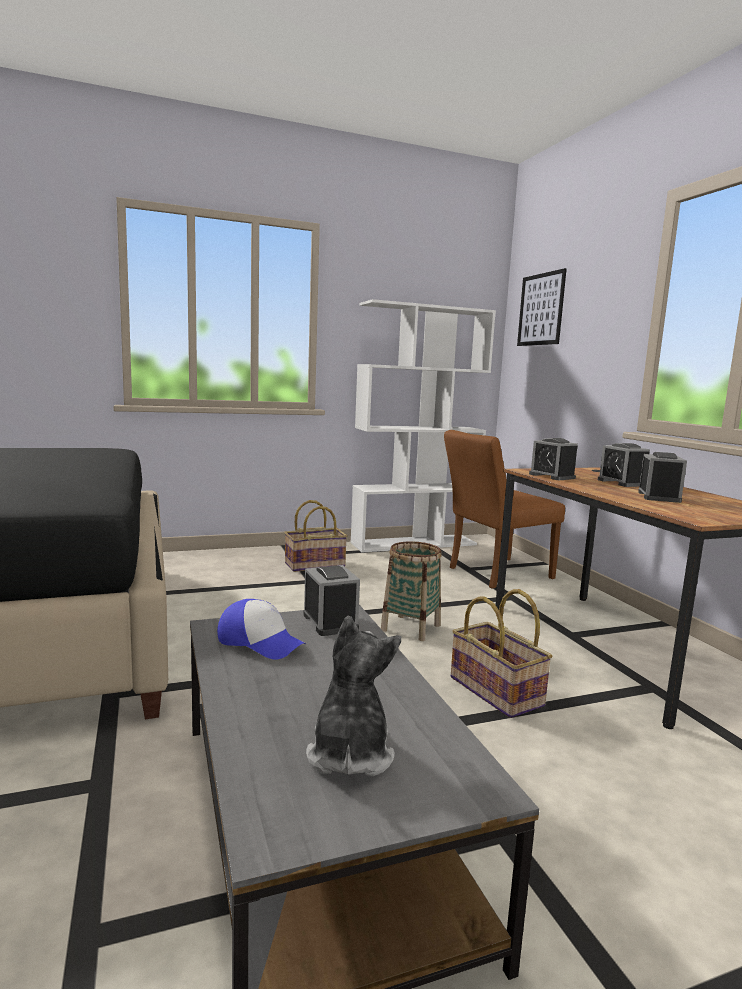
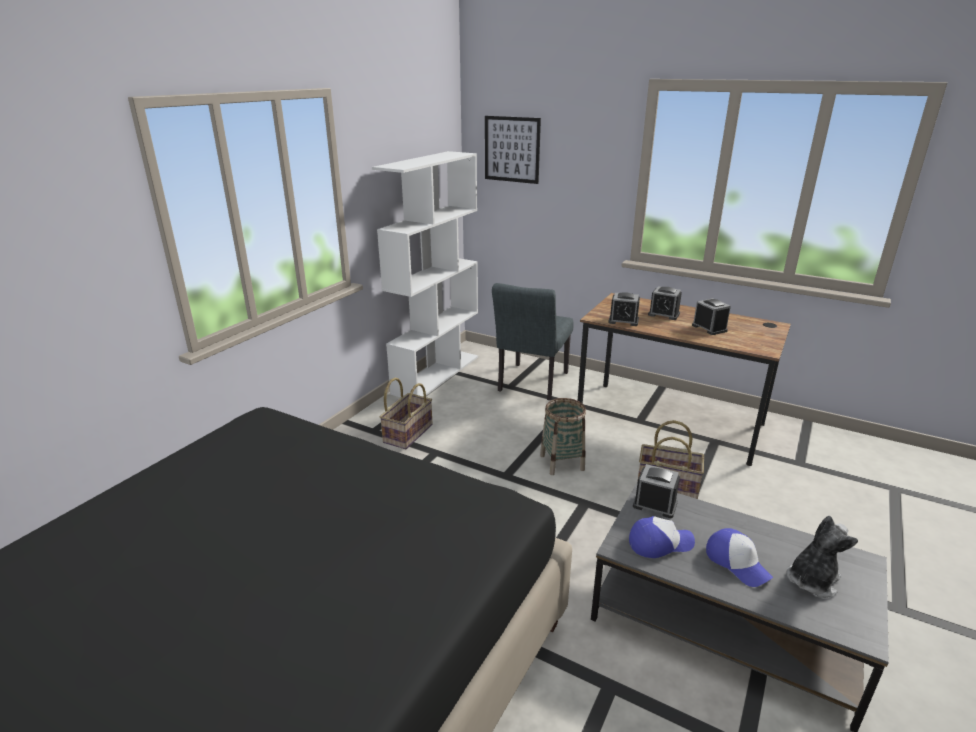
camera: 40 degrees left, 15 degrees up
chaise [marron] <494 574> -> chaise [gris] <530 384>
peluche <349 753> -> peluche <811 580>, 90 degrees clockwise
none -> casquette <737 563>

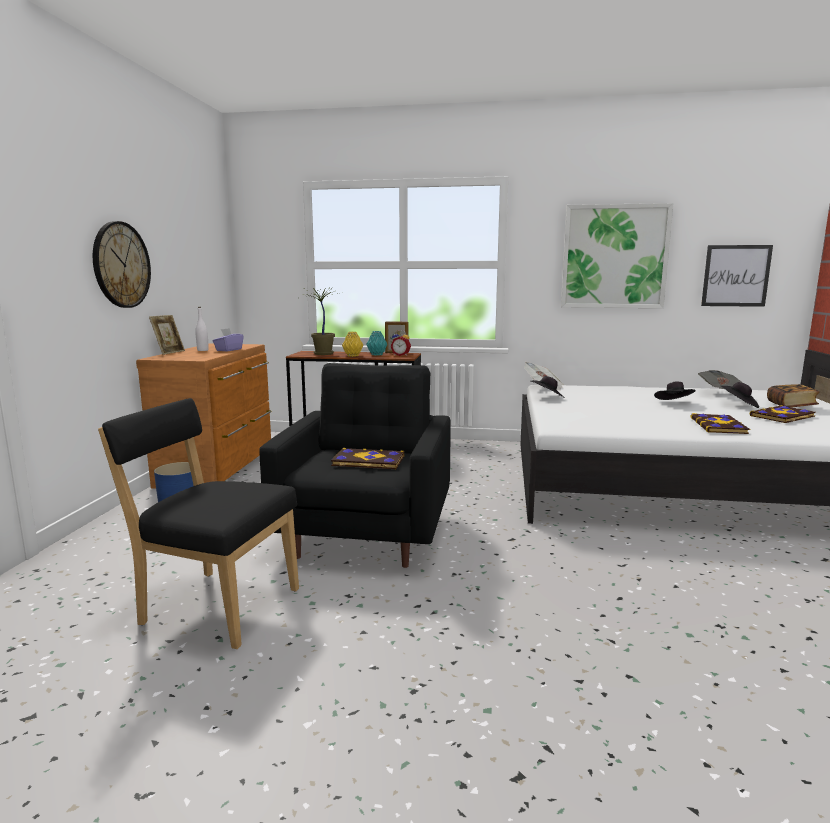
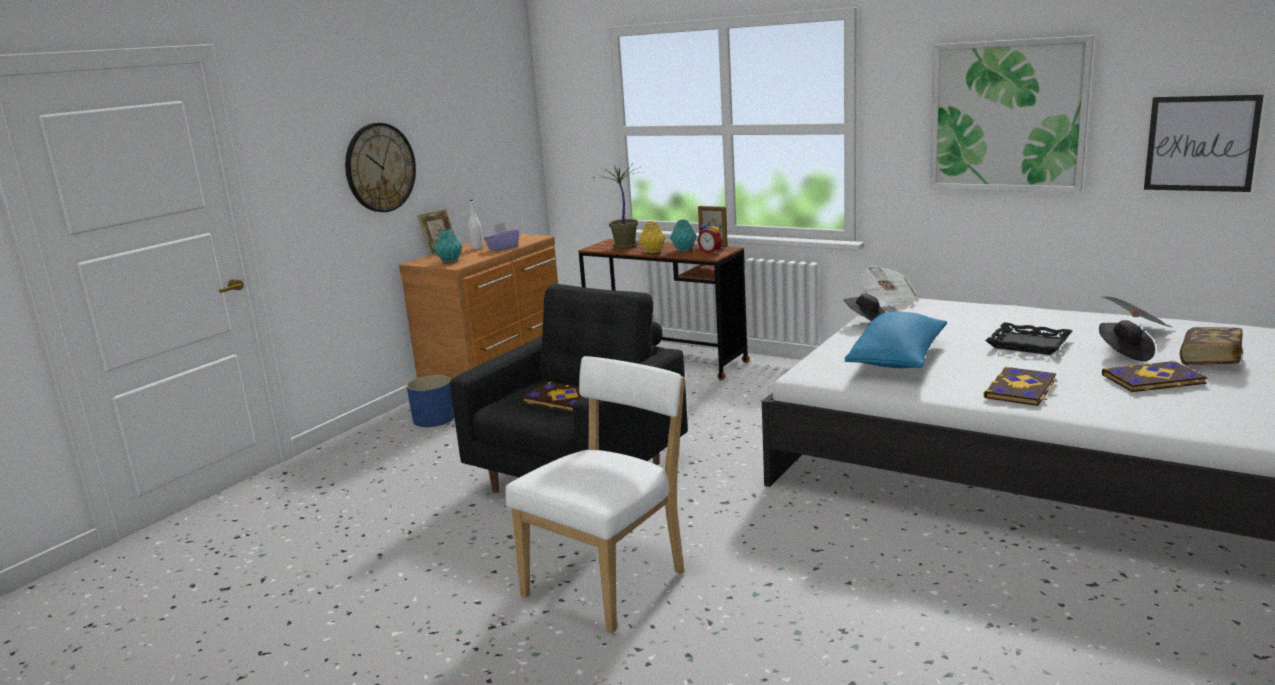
camera: 25 degrees right, 5 degrees up
chapeau [noir] <674 403> -> plateau [noir] <1029 344>
chaise [noir] <215 605> -> none
none -> vase [turquoise] <450 261>
none -> coussin [bleu] <897 360>
none -> chaise [blanc] <610 581>

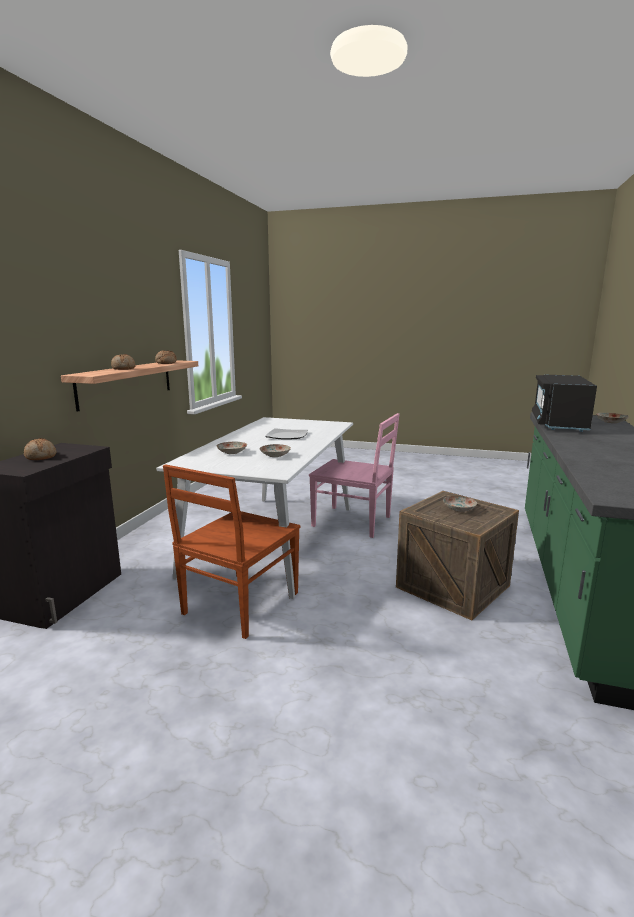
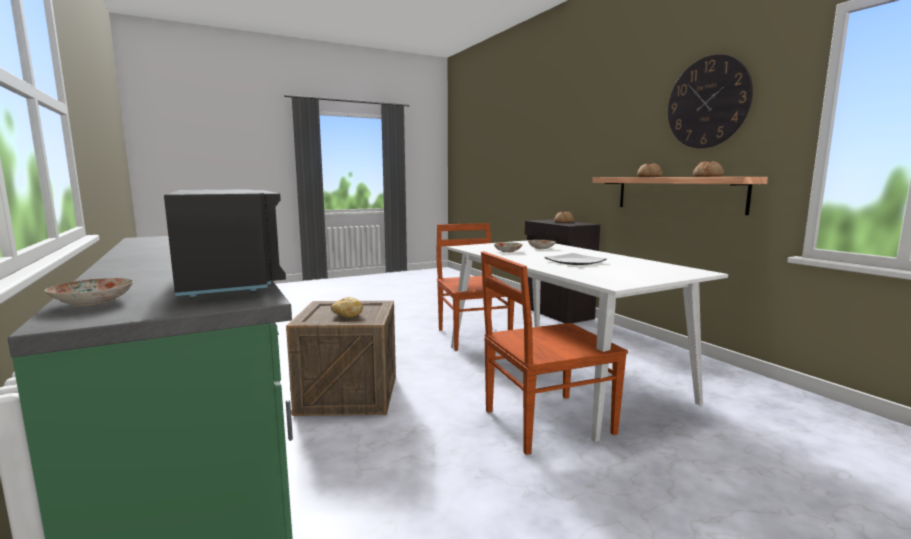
camera: 135 degrees right, 5 degrees down
chaise [rose] <353 522> -> chaise [marron] <545 422>
assiette <459 509> -> pain <347 315>
none -> horloge murale <707 102>

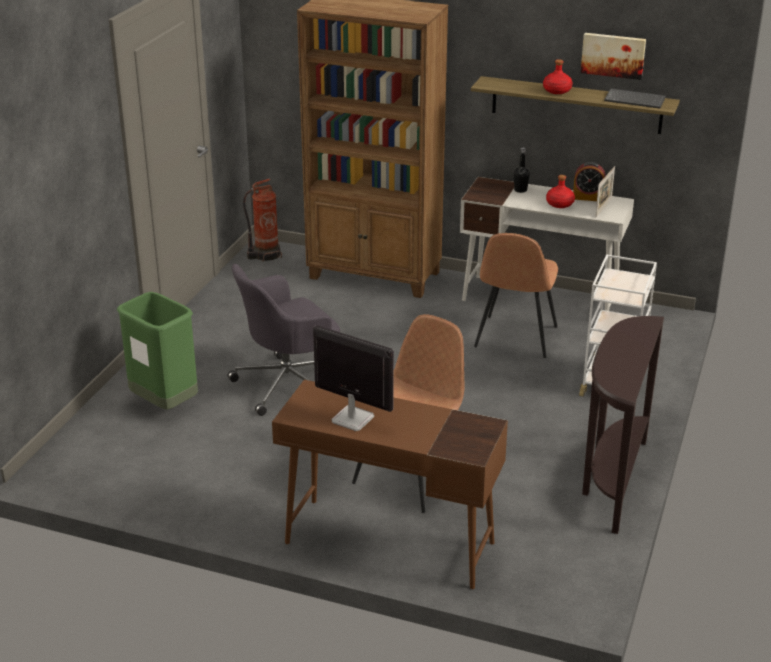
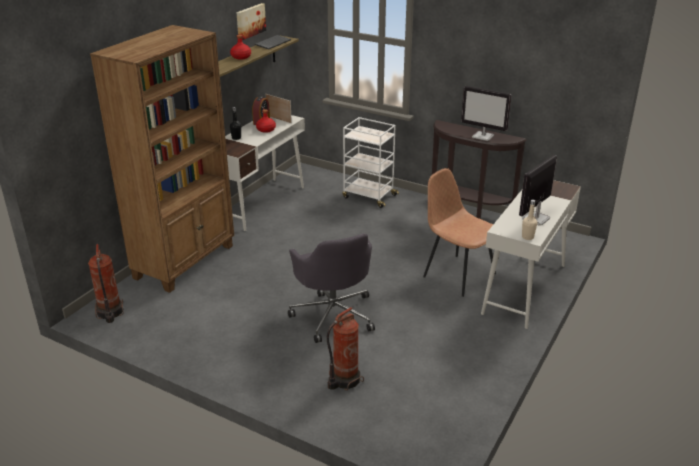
camera: 80 degrees left, 0 degrees up
chaise [marron] <515 338> -> none
poubelle [vert] <165 404> -> extincteur <344 380>
bureau [marron] <388 542> -> bureau [blanc] <524 289>
none -> écran d'ordinateur <483 136>
none -> bouteille [beige] <527 237>

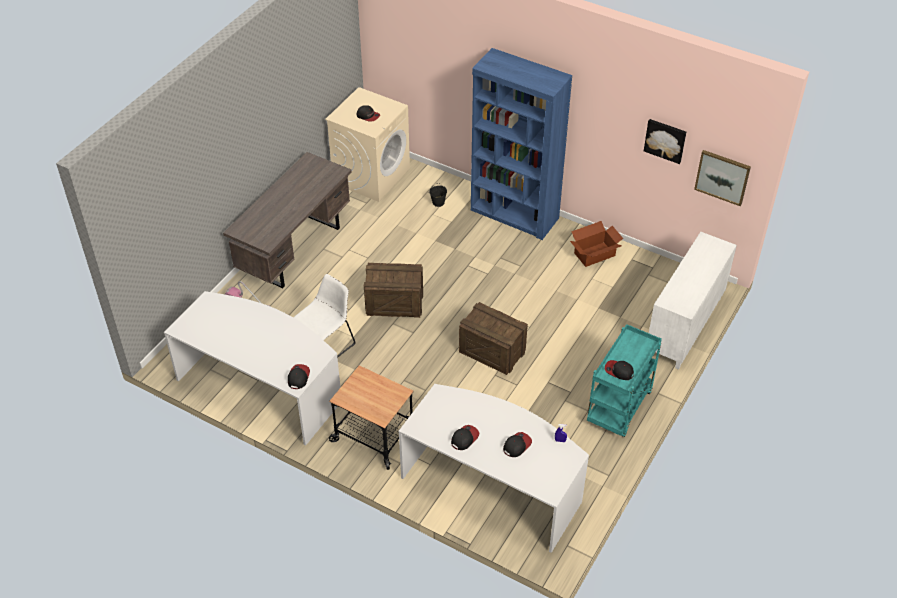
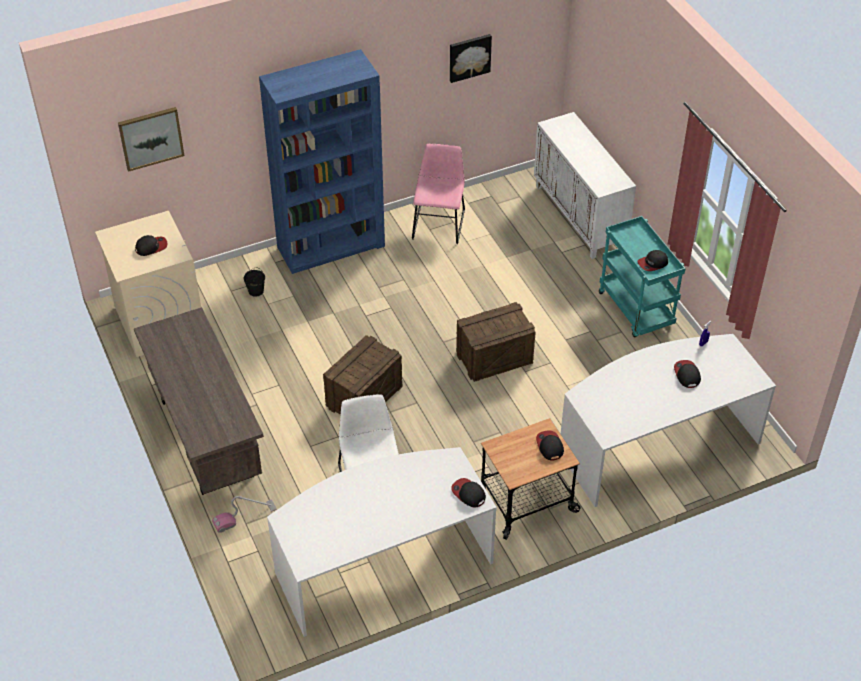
camera: 55 degrees left, 0 degrees up
tableau <722 177> -> tableau <151 138>, shifted
carton <595 254> -> chaise [rose] <439 222>
casquette <464 438> -> casquette <549 446>, shifted

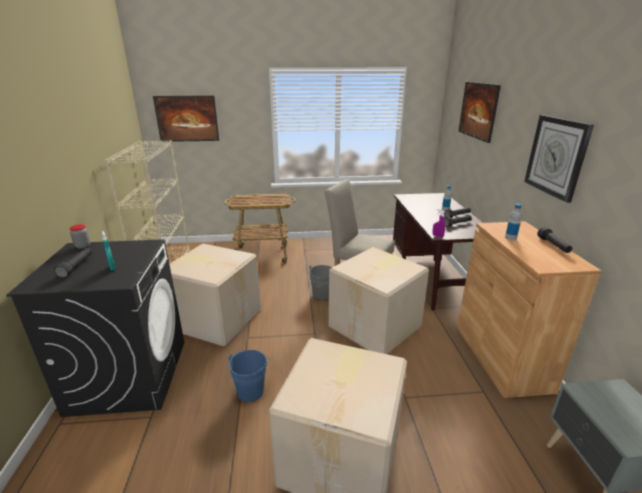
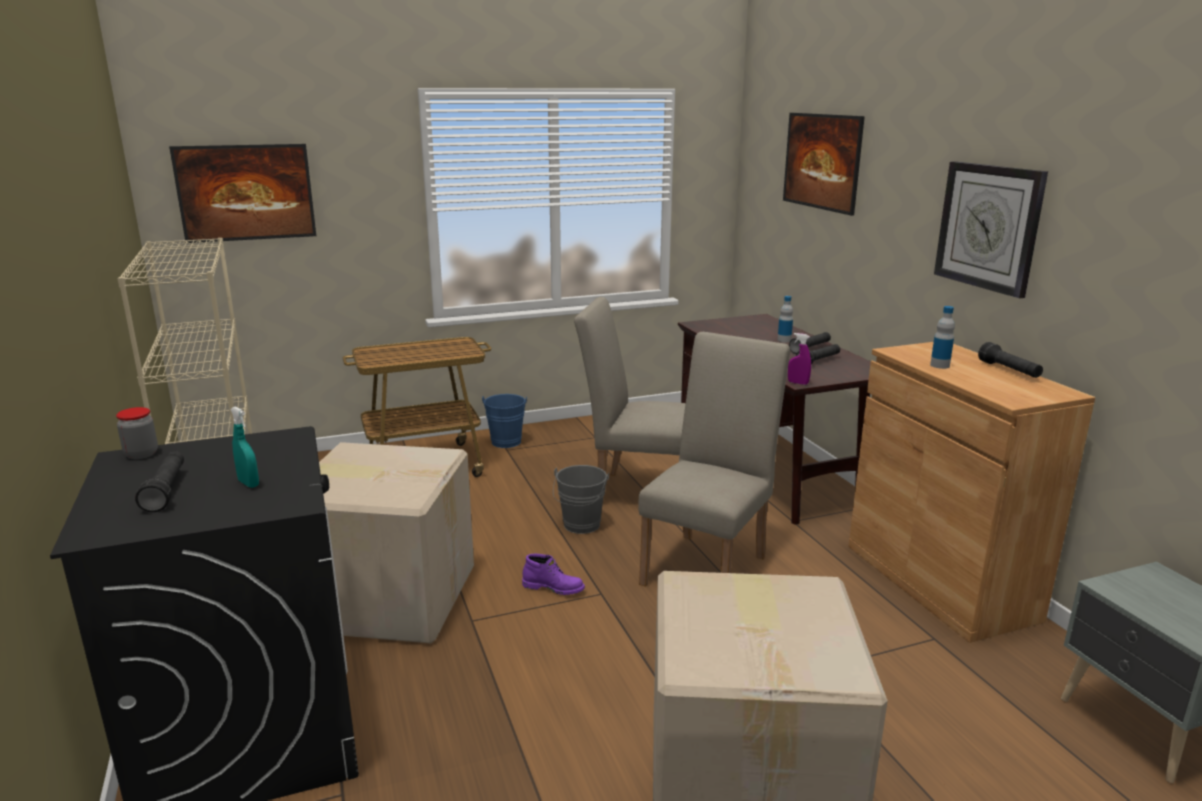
camera: 15 degrees left, 5 degrees down
carton <376 326> -> chaise [beige] <709 565>
seau [bleu] <252 389> -> seau [bleu] <506 440>, shifted
none -> botte [violet] <554 588>

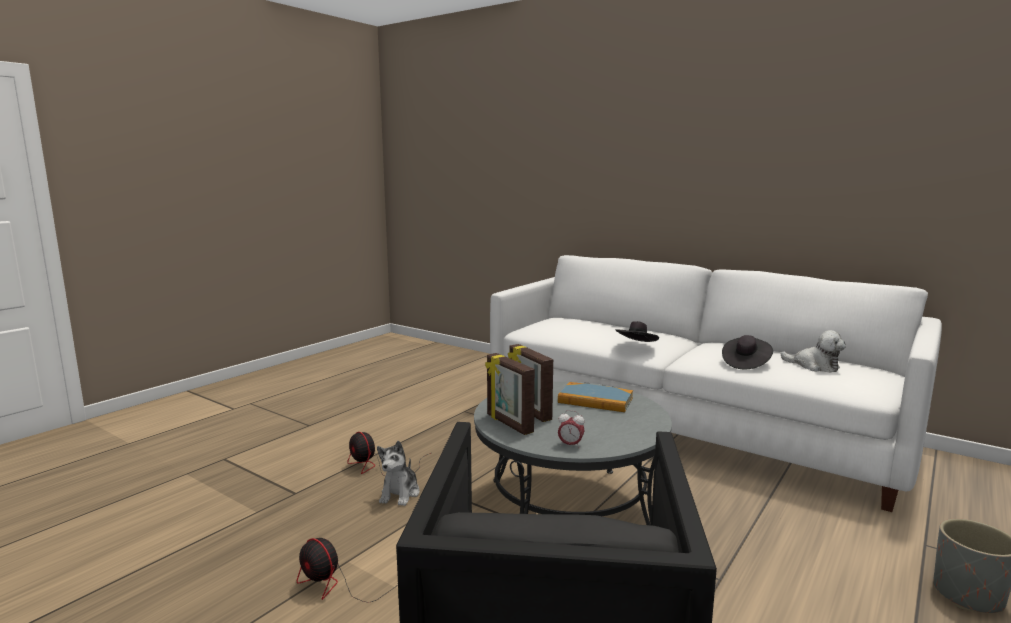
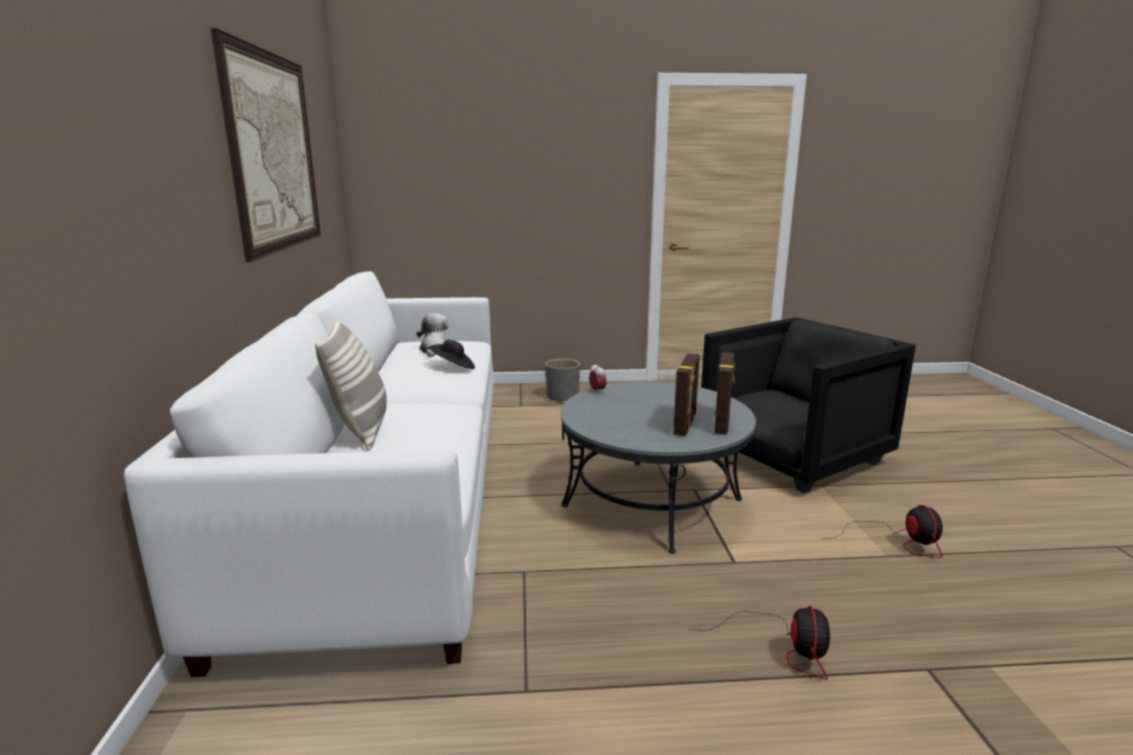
camera: 130 degrees left, 5 degrees up
chapeau [noir] <636 346> -> none
livre <595 400> -> none
réveil <570 445> -> réveil <597 391>, shifted
peluche <400 494> -> none
none -> tableau <274 152>
none -> coussin <361 429>

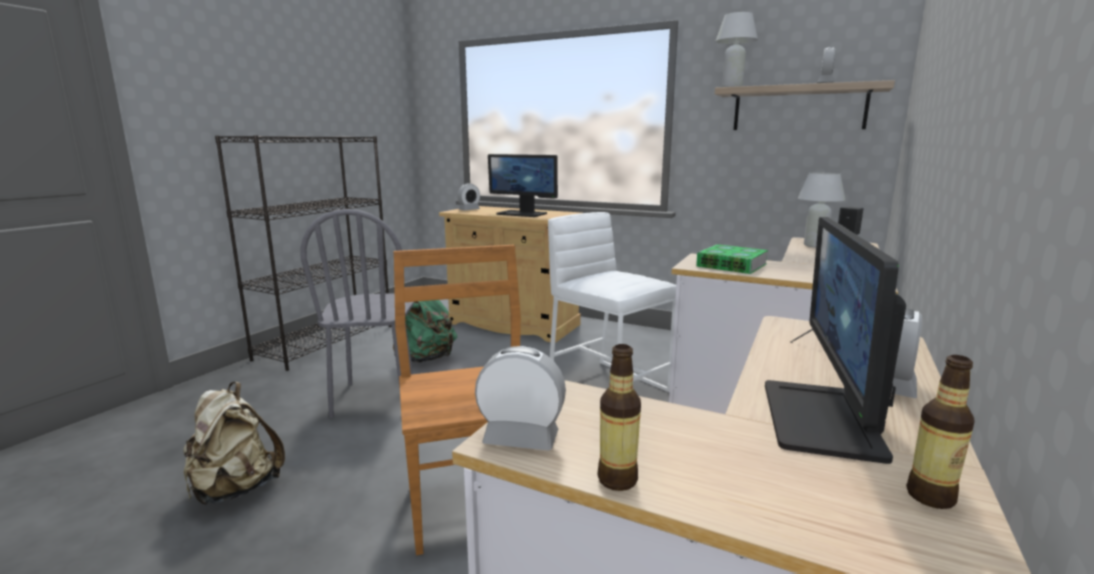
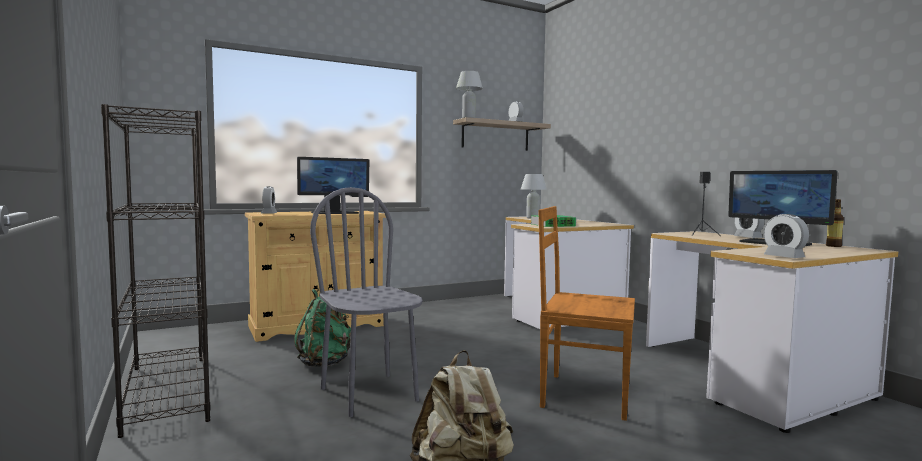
camera: 55 degrees left, 10 degrees down
chaise [gris] <375 398> -> chaise [gris] <369 394>, 150 degrees counterclockwise
tabouret [blanc] <608 385> -> none
bouteille <617 479> -> none
réveil <521 438> -> réveil <784 257>, 75 degrees counterclockwise

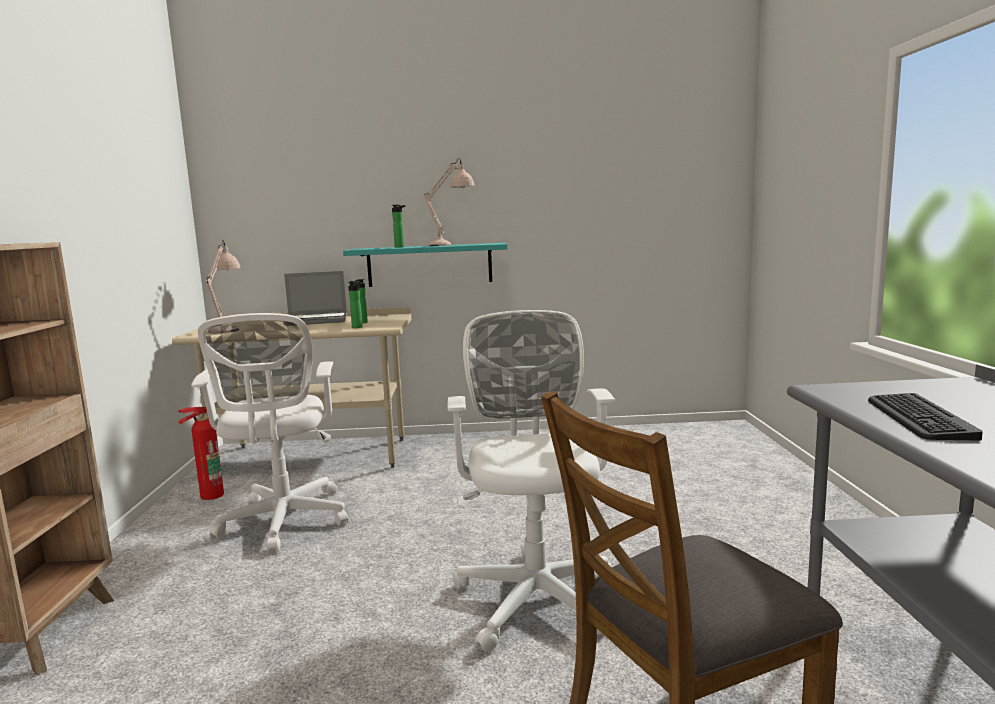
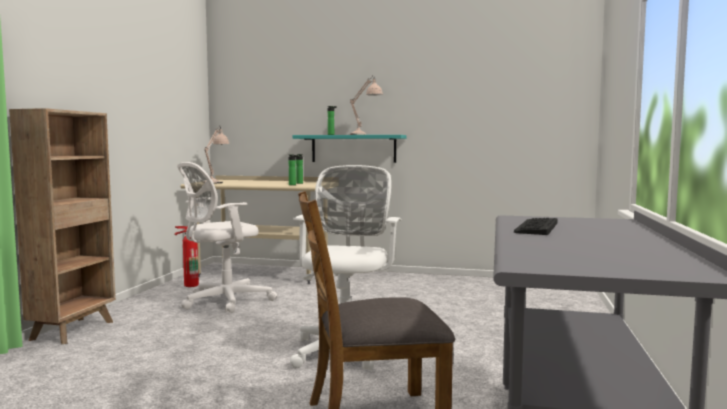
camera: 15 degrees right, 5 degrees down
ordinateur portable <317 320> -> none
chaise de bureau [blanc] <283 523> -> chaise de bureau [blanc] <223 301>, 45 degrees clockwise

